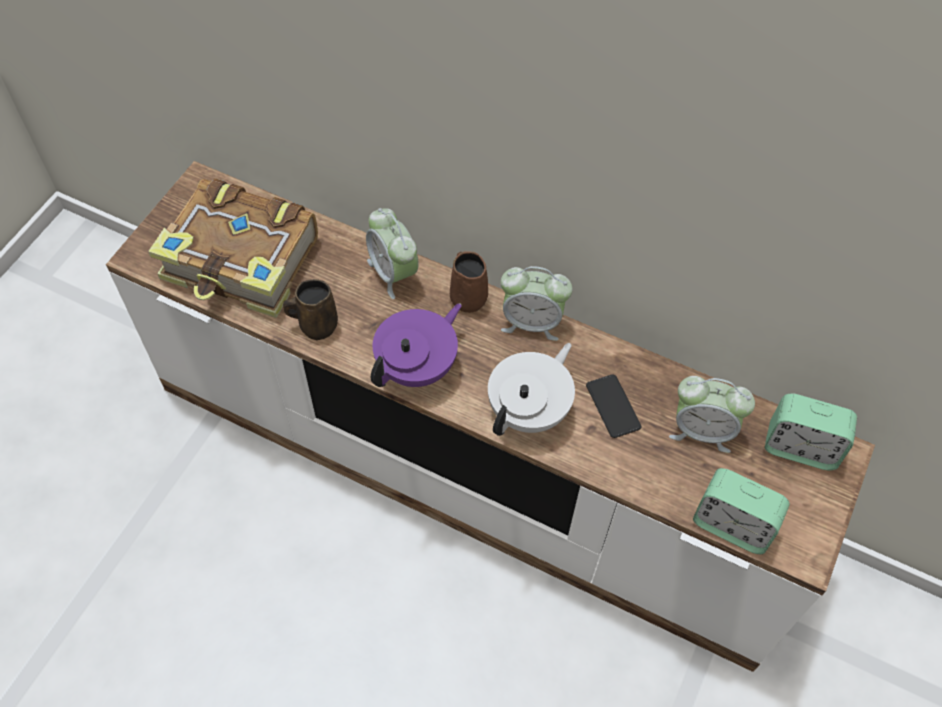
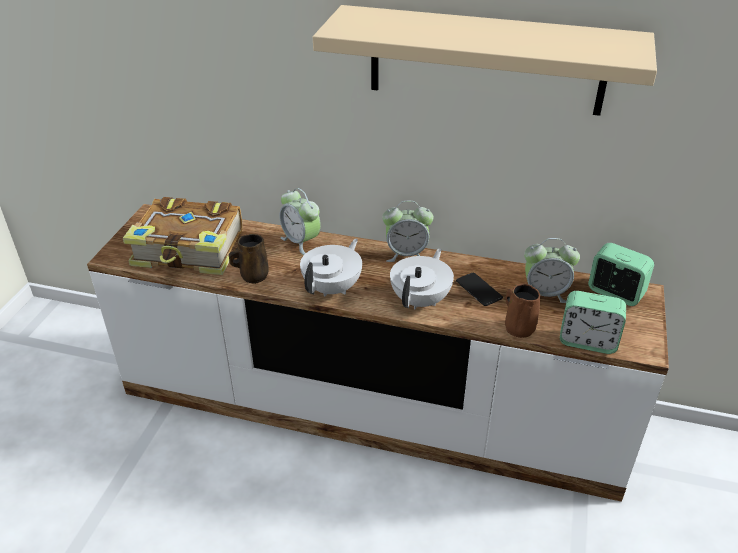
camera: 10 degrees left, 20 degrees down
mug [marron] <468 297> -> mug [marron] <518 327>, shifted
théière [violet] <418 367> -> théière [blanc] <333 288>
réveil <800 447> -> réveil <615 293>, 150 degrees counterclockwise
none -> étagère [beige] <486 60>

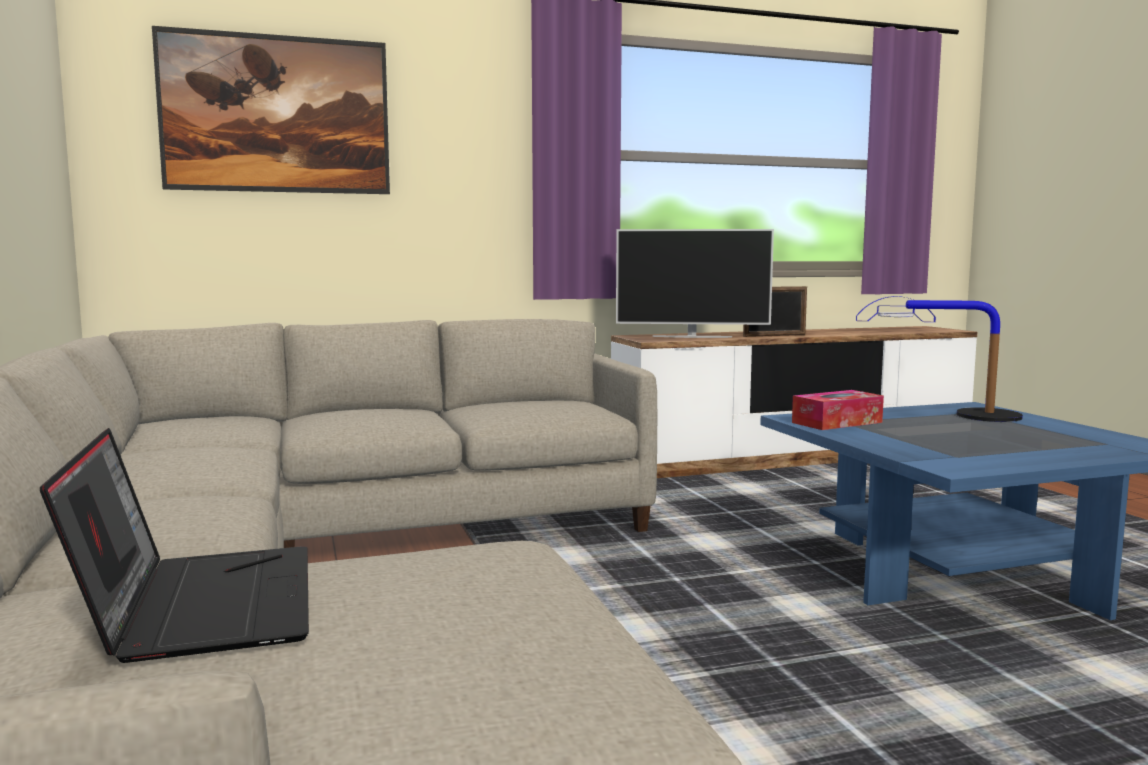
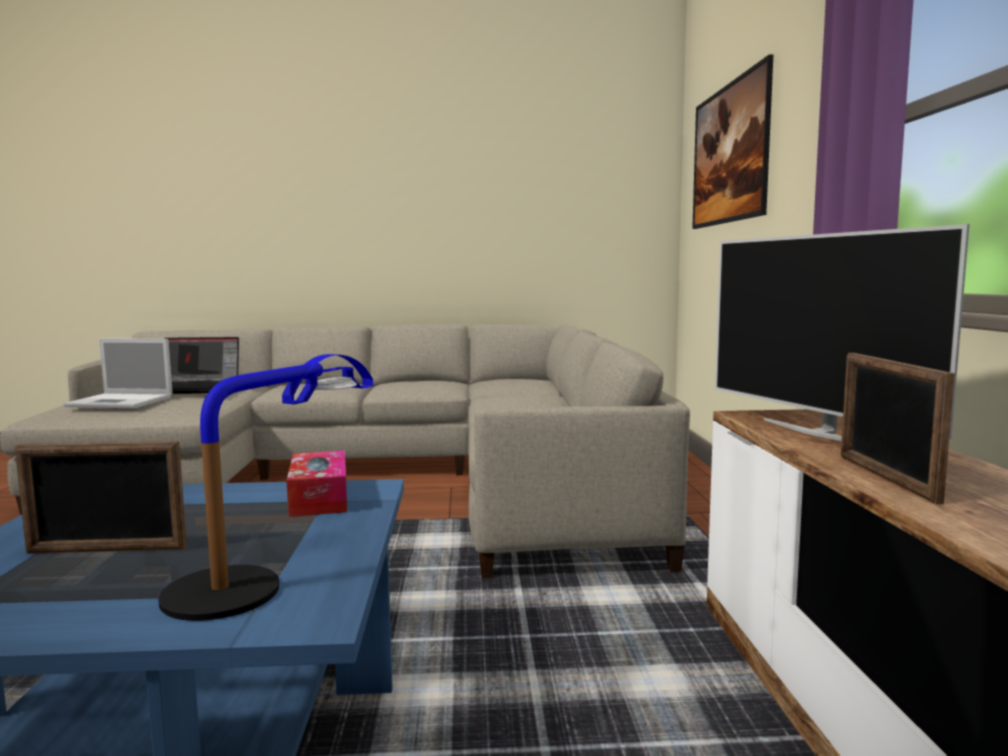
camera: 105 degrees right, 0 degrees up
téléviseur <692 337> -> téléviseur <819 433>, 45 degrees counterclockwise
none -> ordinateur portable <122 402>
none -> cadre photo <106 550>

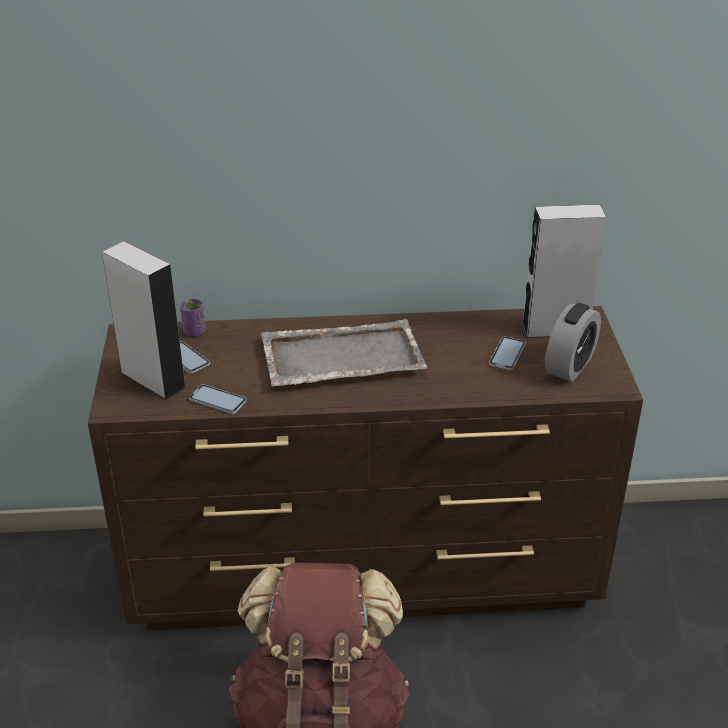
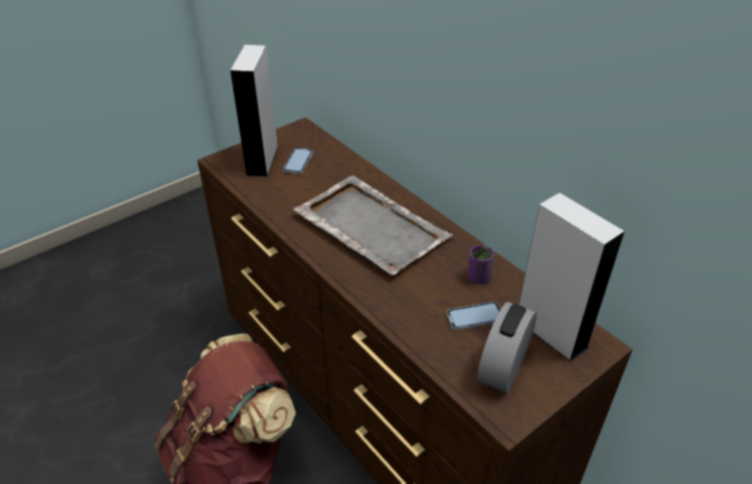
camera: 55 degrees right, 5 degrees up
tasse [violet] <194 332> -> tasse [violet] <478 277>, shifted
réveil <569 366> -> réveil <503 368>, 120 degrees clockwise
téléphone <217 400> -> none

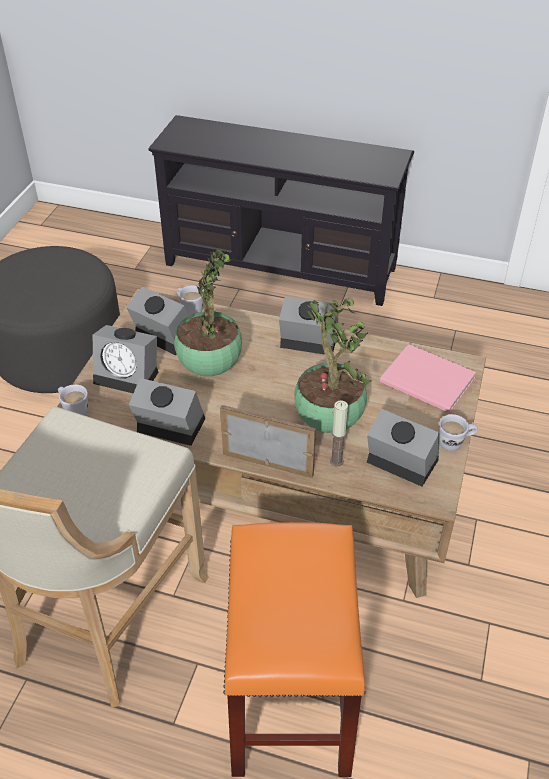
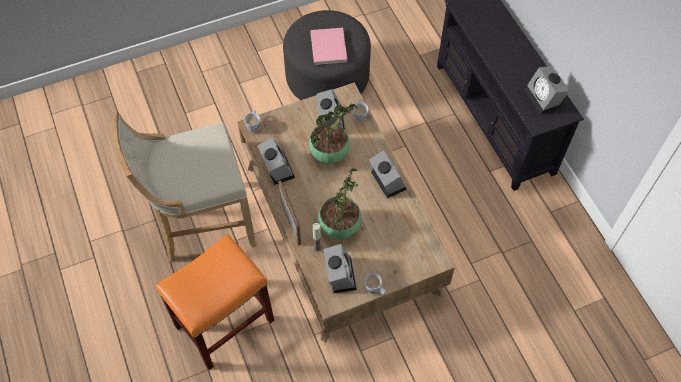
camera: 50 degrees right, 15 degrees up
réveil <129 376> -> réveil <544 99>, shifted
livre [rose] <428 382> -> livre [rose] <327 48>, shifted

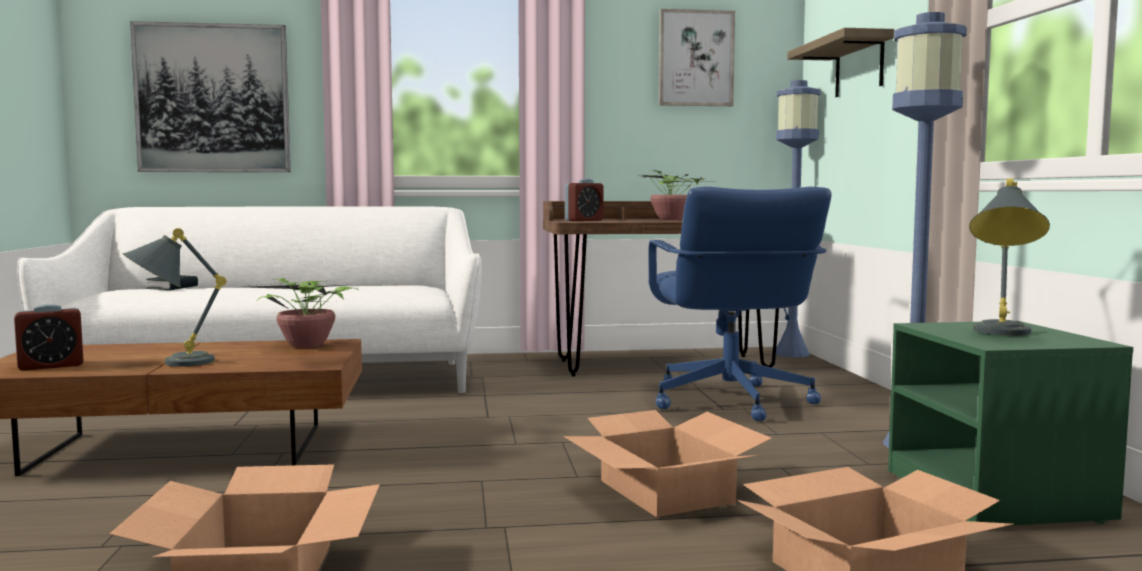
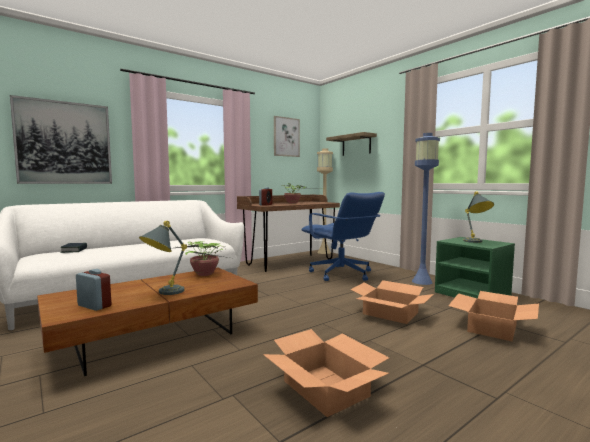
camera: 30 degrees left, 0 degrees up
lampadaire [bleu] <792 353> -> lampadaire [beige] <324 252>
réveil <51 366> -> réveil <94 306>, 90 degrees counterclockwise

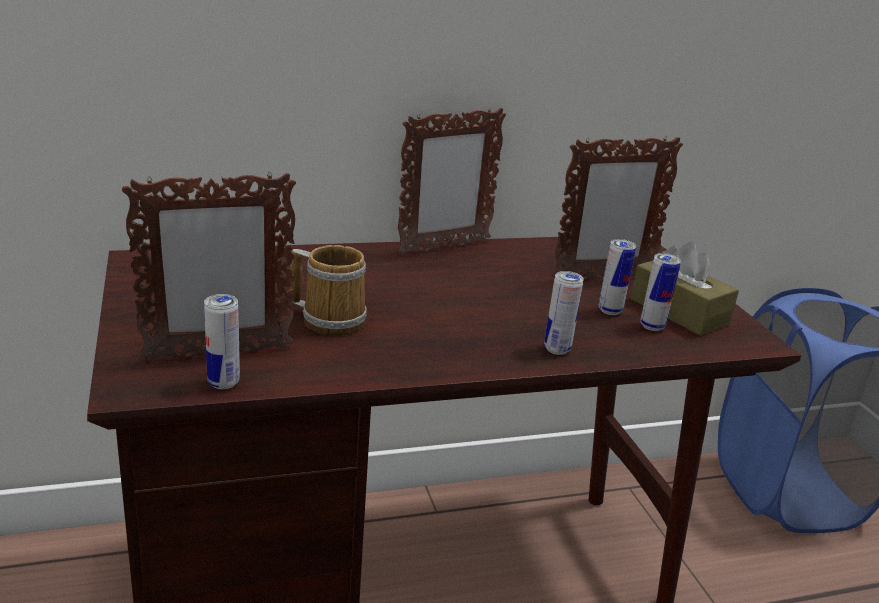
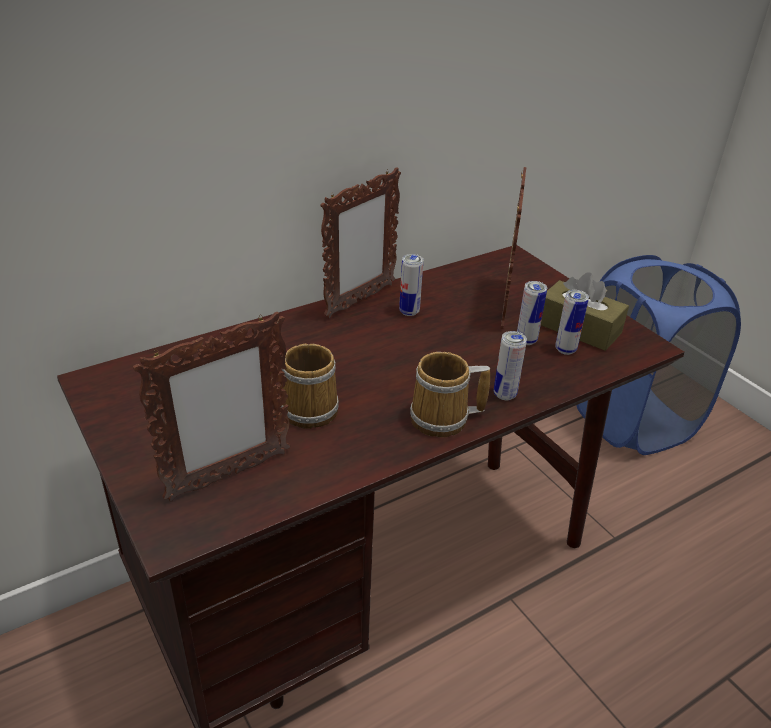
camera: 15 degrees left, 10 degrees up
cadre photo <601 278> -> cadre photo <504 305>, 45 degrees counterclockwise
boîte métallique <223 383> -> boîte métallique <409 311>, shifted
none -> mug <443 419>

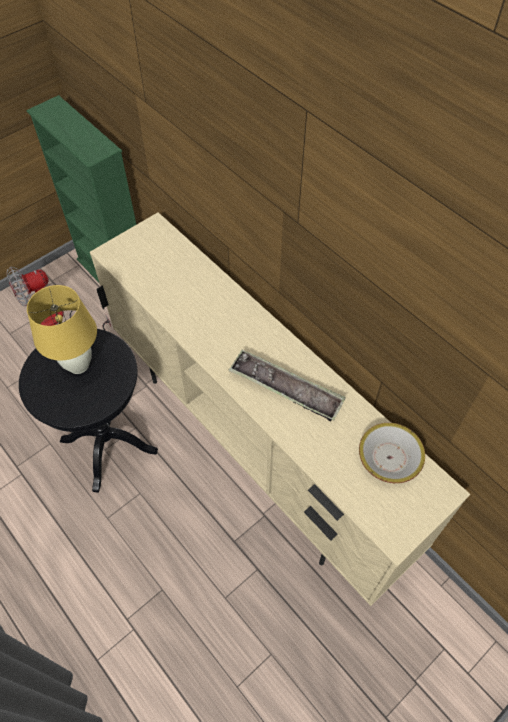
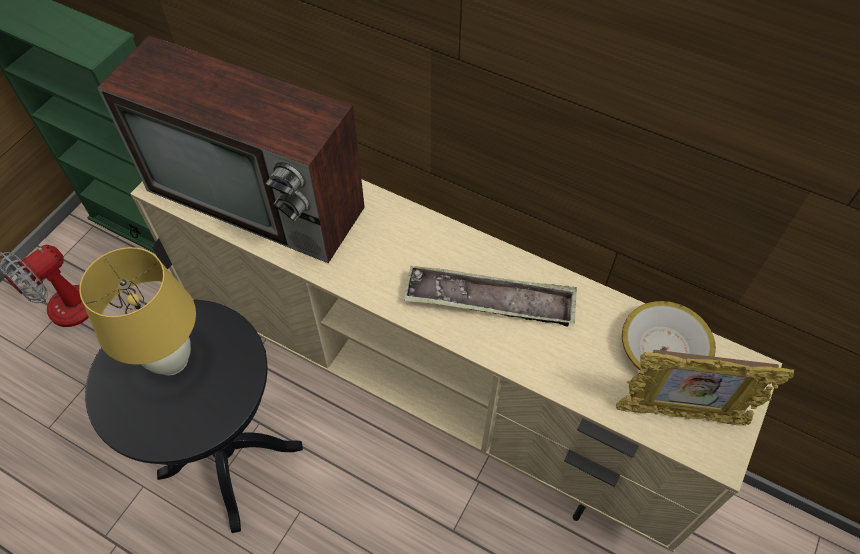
camera: 20 degrees left, 0 degrees up
none -> téléviseur <259 199>
none -> cadre photo <680 414>

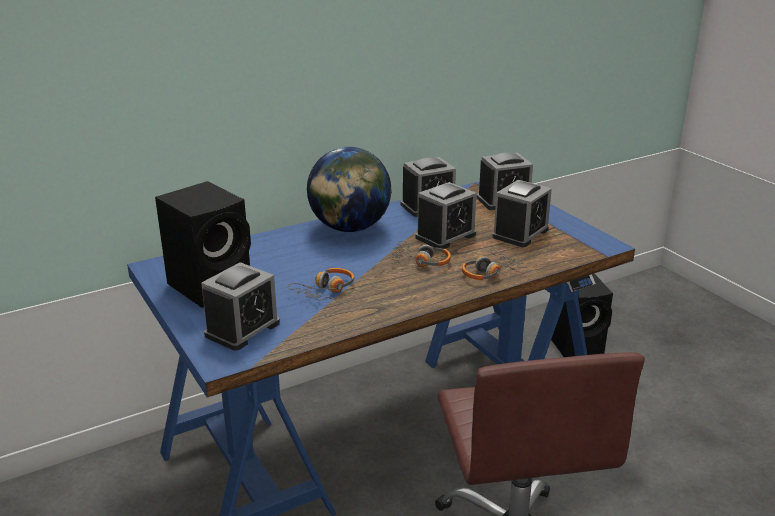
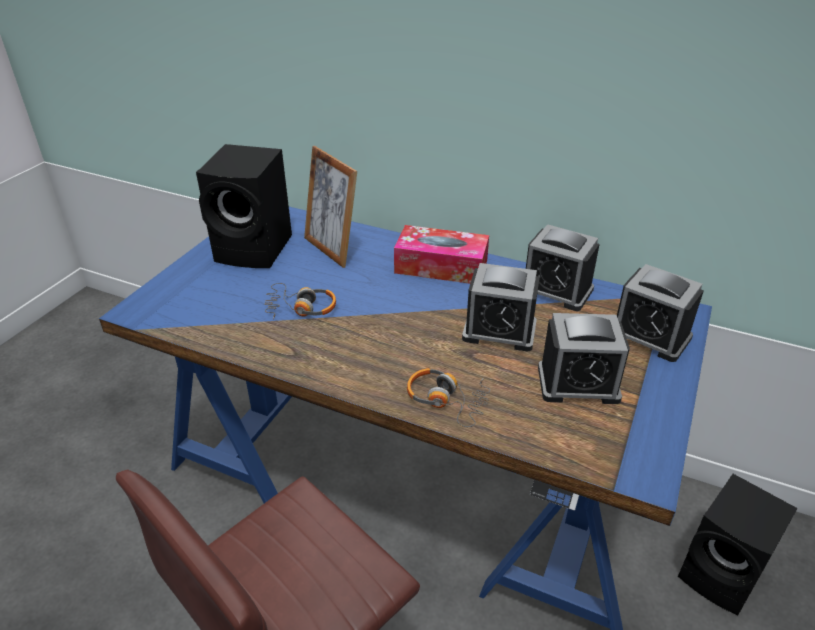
camera: 55 degrees right, 10 degrees up
globe <349 228> -> boîte à mouchoirs <441 266>
casque audio <420 261> -> none
réveil <242 329> -> none
none -> cadre photo <332 249>

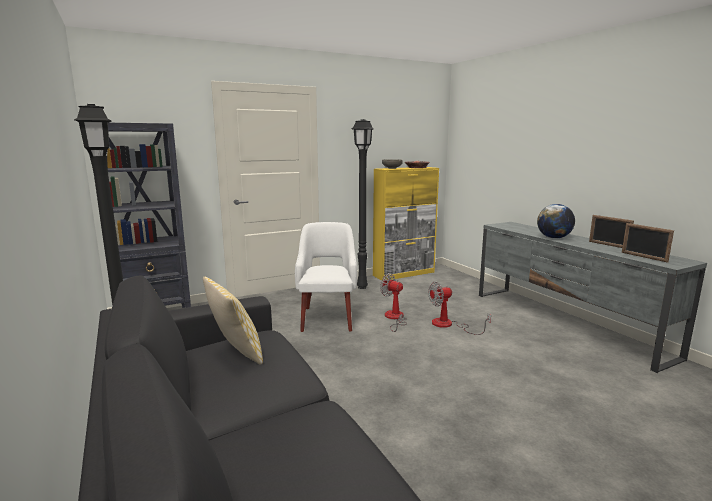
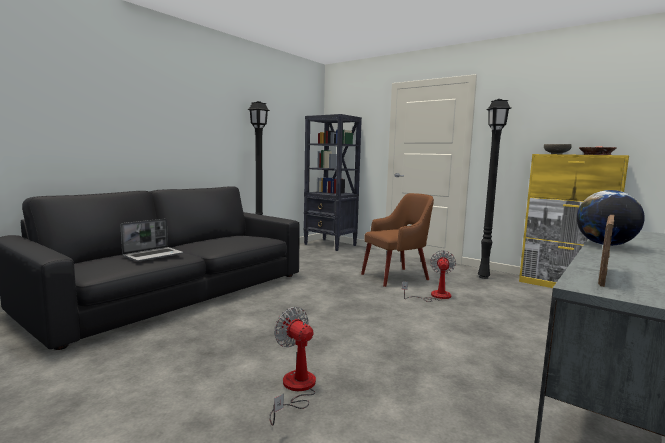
camera: 65 degrees right, 5 degrees down
cadre photo <608 245> -> none
fauteuil [blanc] <327 318> -> fauteuil [marron] <396 276>
coussin <236 353> -> none
ventilateur <449 325> -> ventilateur <295 389>, shifted
none -> ordinateur portable <153 255>

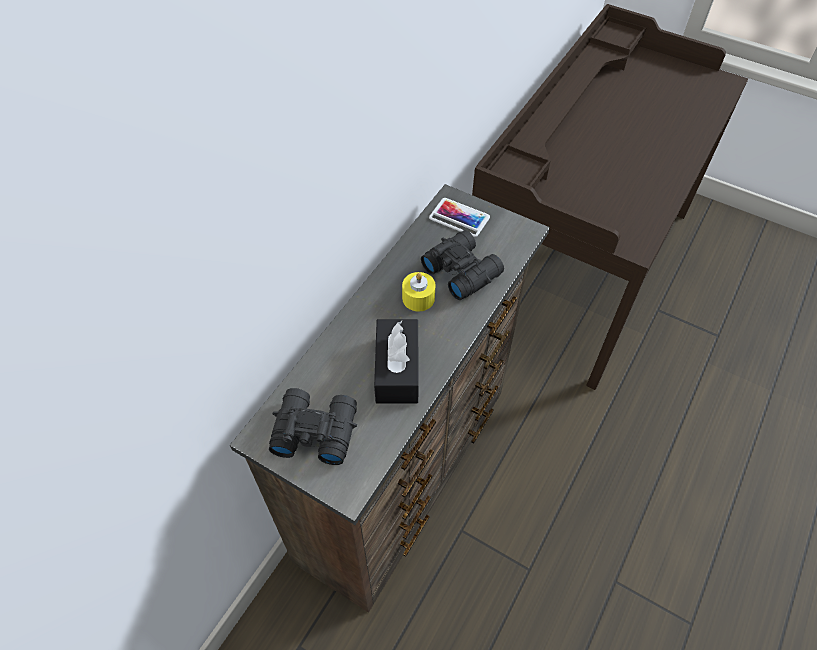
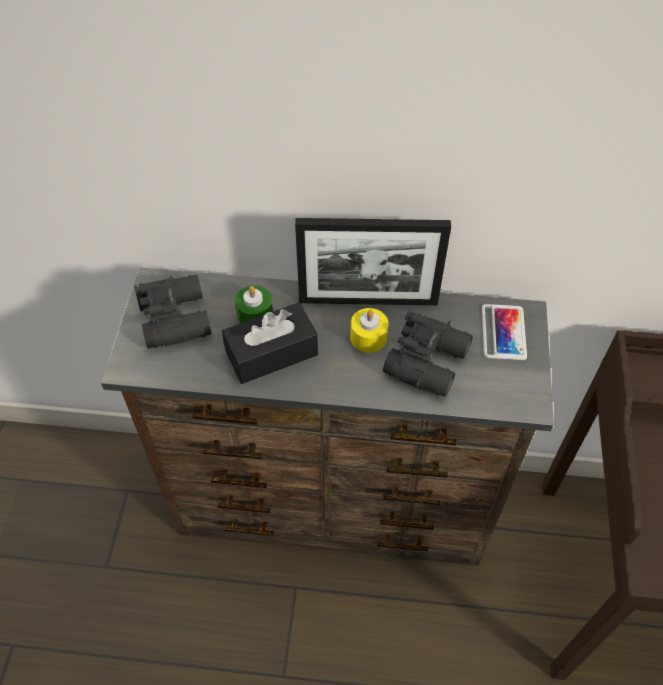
camera: 65 degrees right, 0 degrees up
none -> cadre photo <368 301>
none -> bougie [vert] <255 314>

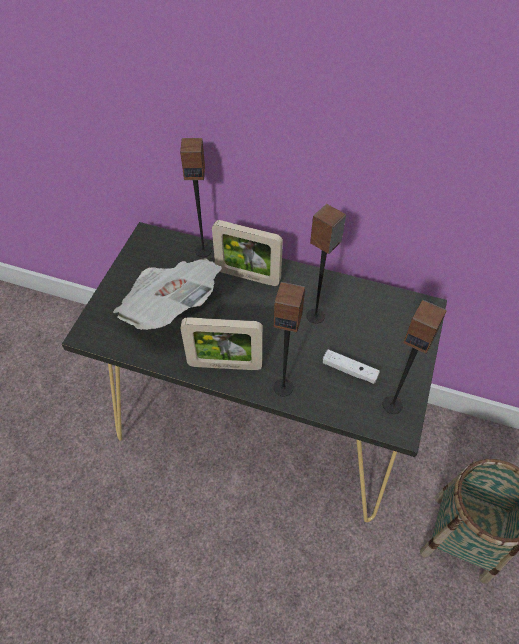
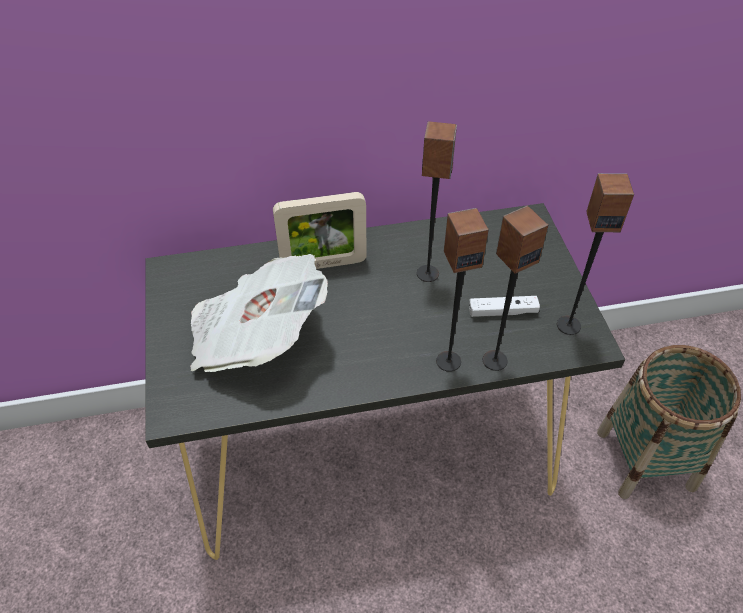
camera: 30 degrees left, 5 degrees down
enceinte <203 250> -> enceinte <494 360>, shifted
cadre photo <225 365> -> none

